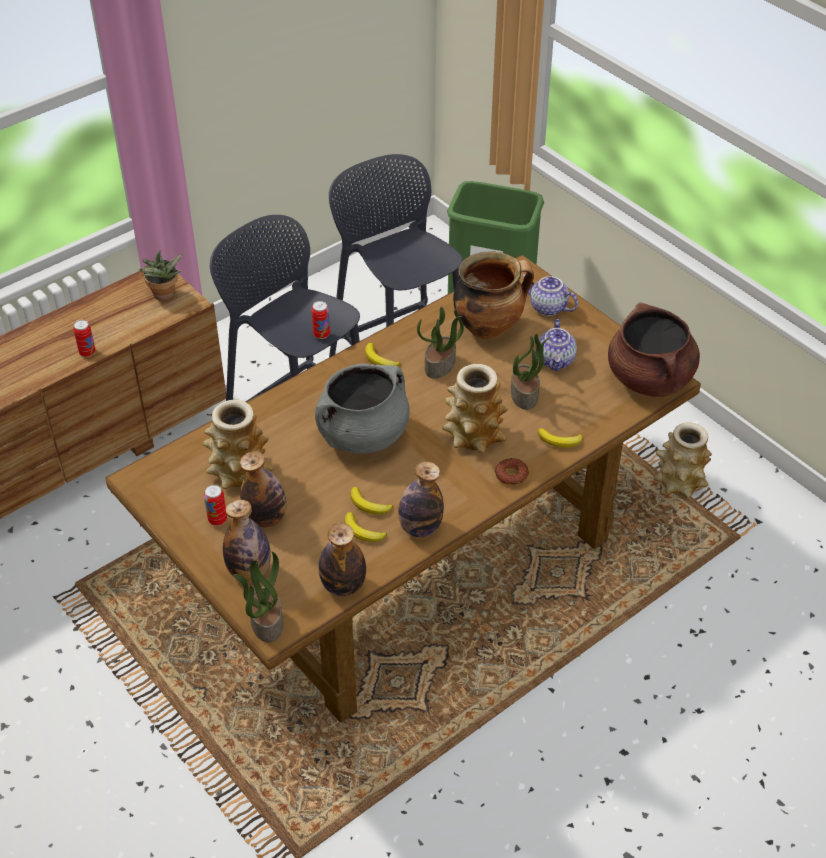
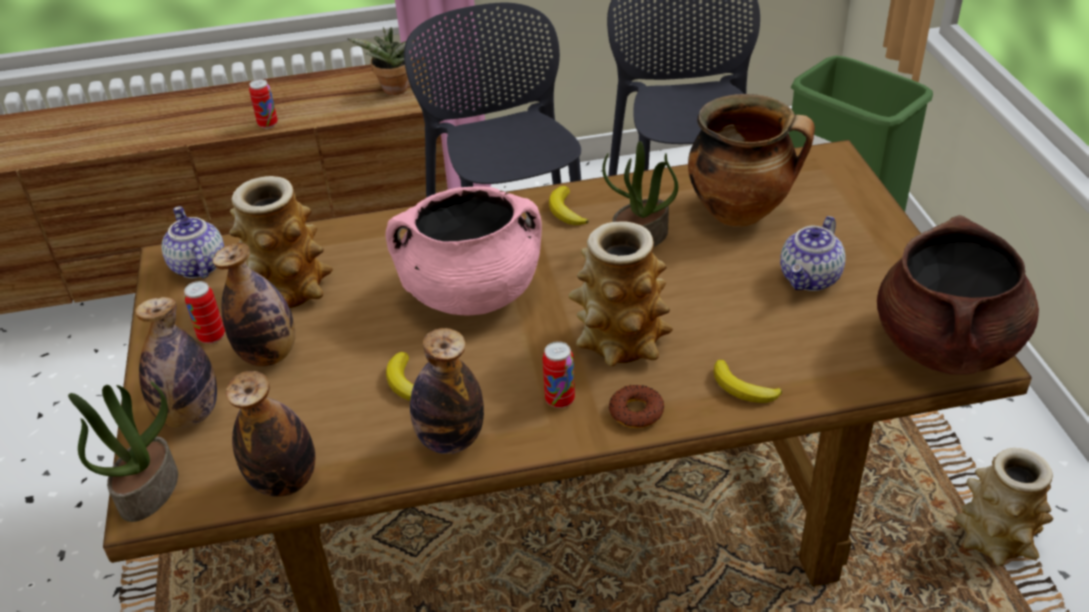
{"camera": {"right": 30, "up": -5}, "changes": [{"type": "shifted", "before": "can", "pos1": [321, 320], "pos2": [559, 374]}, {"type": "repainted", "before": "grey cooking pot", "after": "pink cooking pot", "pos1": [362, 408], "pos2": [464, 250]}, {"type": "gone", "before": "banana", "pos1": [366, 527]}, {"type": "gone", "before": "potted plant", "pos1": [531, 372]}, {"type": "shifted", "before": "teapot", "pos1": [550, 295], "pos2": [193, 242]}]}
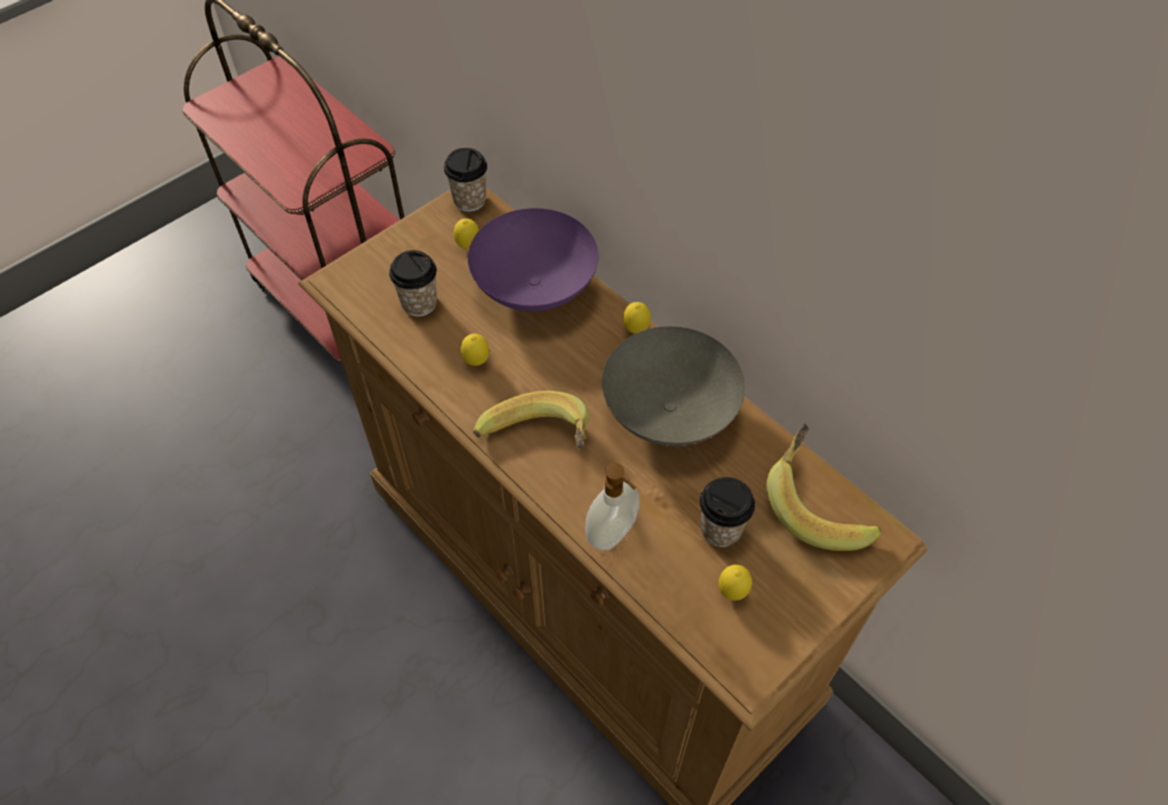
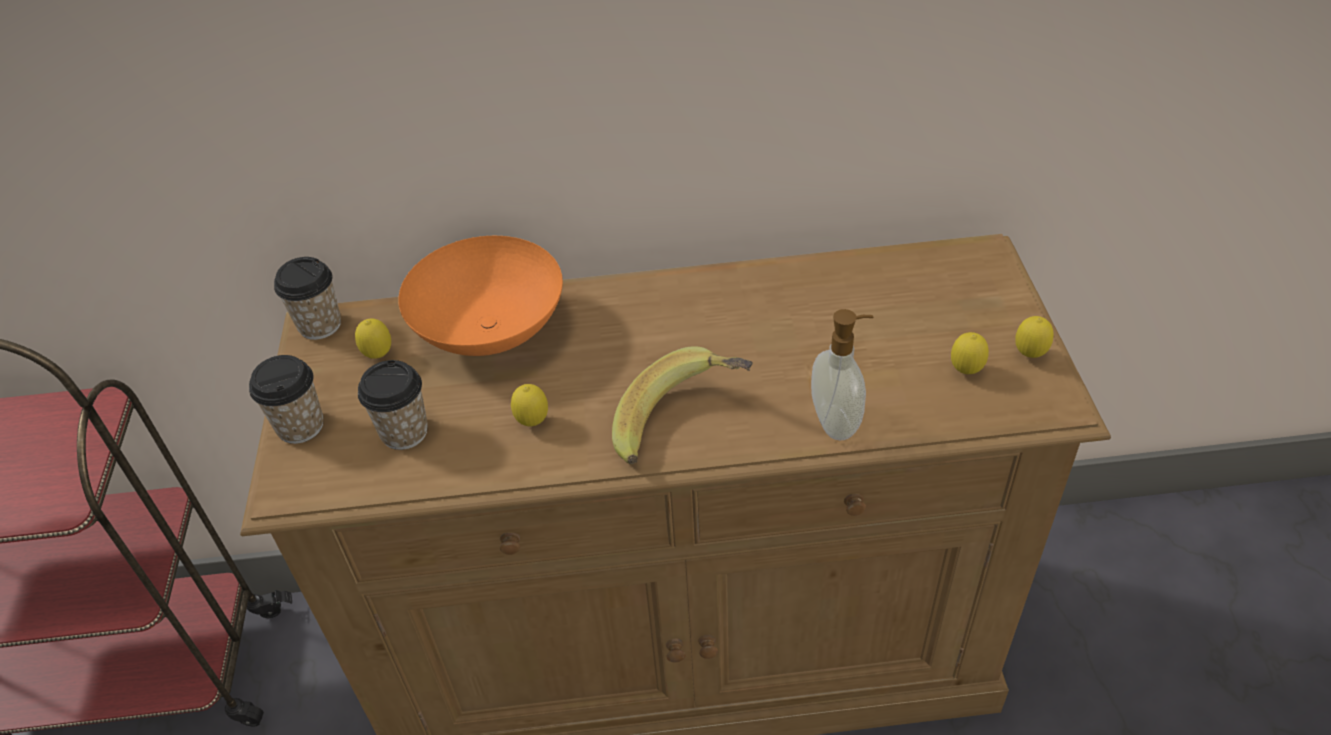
{"camera": {"right": -50, "up": -10}, "changes": [{"type": "repainted", "before": "purple bowl", "after": "orange bowl", "pos1": [533, 259], "pos2": [480, 296]}, {"type": "gone", "before": "grey bowl", "pos1": [673, 386]}, {"type": "shifted", "before": "lemon", "pos1": [637, 318], "pos2": [1034, 337]}, {"type": "shifted", "before": "cup", "pos1": [727, 512], "pos2": [286, 399]}, {"type": "gone", "before": "banana", "pos1": [824, 487]}]}
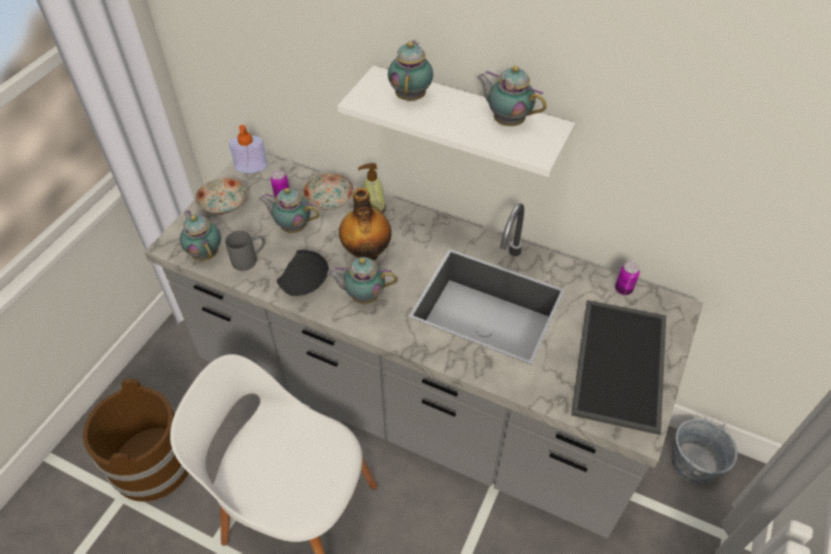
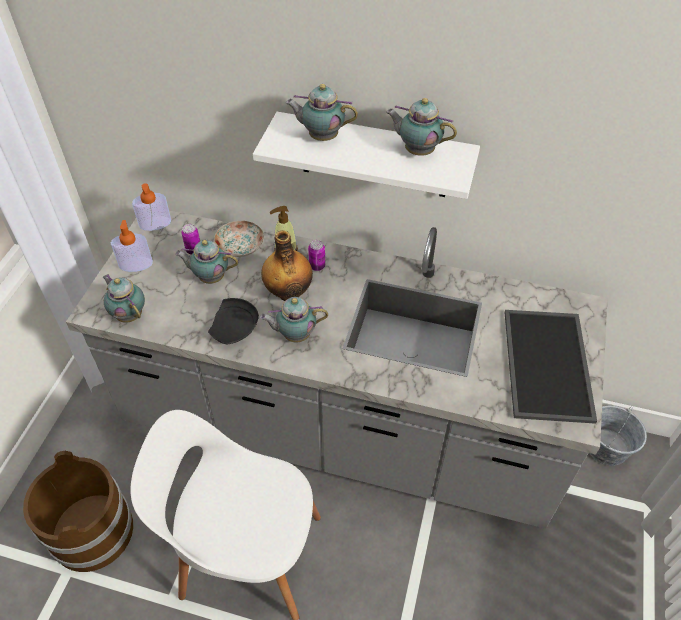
{"camera": {"right": -10, "up": 0}, "changes": [{"type": "swapped", "before": "plate", "after": "soap dispenser", "pos1": [221, 196], "pos2": [132, 246]}, {"type": "gone", "before": "grey mug", "pos1": [245, 250]}, {"type": "rotated", "before": "teapot", "pos1": [410, 70], "pos2": [322, 112], "turn": -75}, {"type": "shifted", "before": "can", "pos1": [627, 278], "pos2": [316, 255]}]}
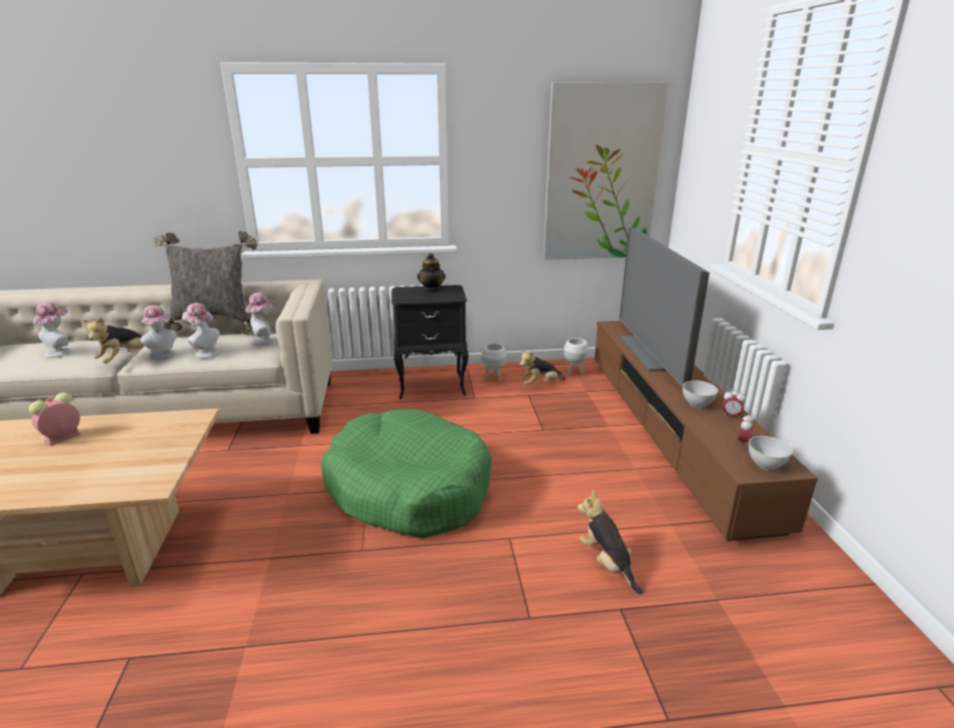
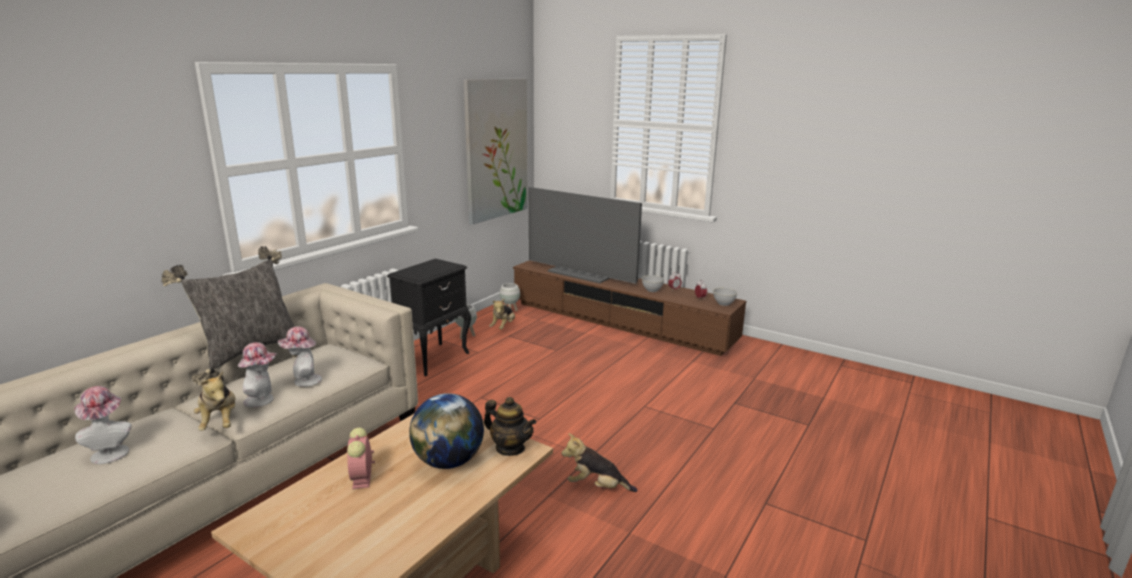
{"camera": {"right": -50, "up": -5}, "changes": [{"type": "gone", "before": "hat", "pos1": [260, 319]}, {"type": "gone", "before": "green dog bed", "pos1": [406, 473]}, {"type": "shifted", "before": "teapot", "pos1": [431, 272], "pos2": [510, 426]}, {"type": "shifted", "before": "plush toy", "pos1": [610, 542], "pos2": [599, 462]}, {"type": "new", "after": "globe", "pos2": [446, 431]}]}
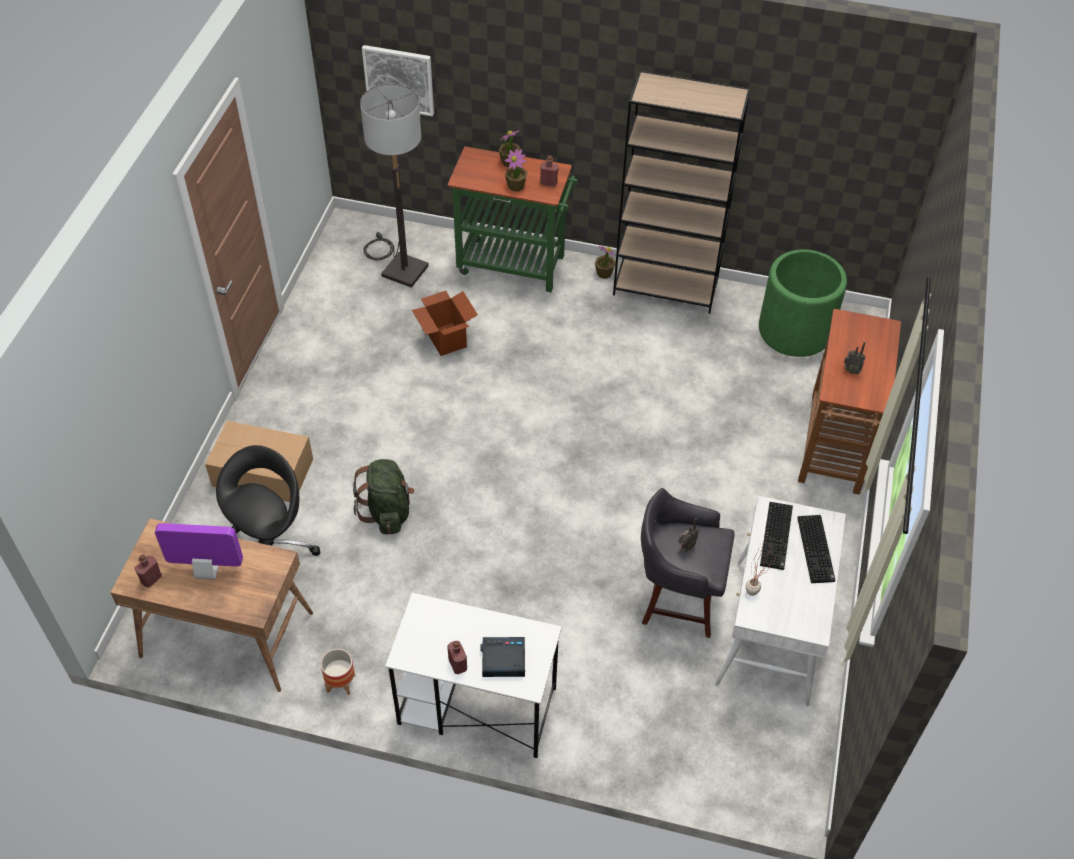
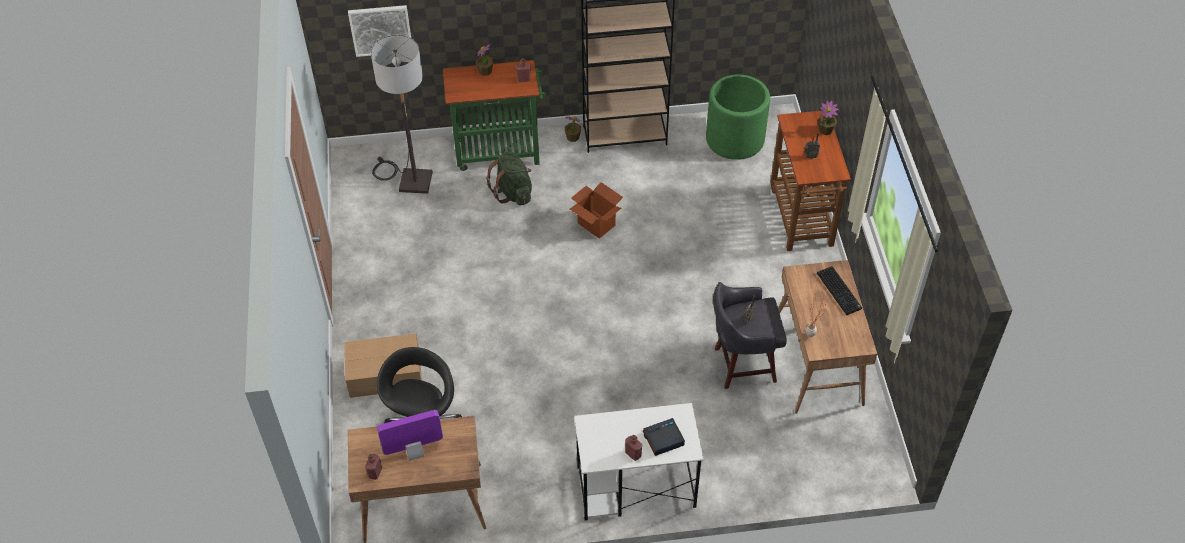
{"camera": {"right": -20, "up": 0}, "changes": [{"type": "gone", "before": "planter", "pos1": [338, 672]}, {"type": "shifted", "before": "green backpack", "pos1": [383, 497], "pos2": [509, 179]}, {"type": "shifted", "before": "cardboard box", "pos1": [445, 323], "pos2": [596, 210]}, {"type": "shifted", "before": "potted plant", "pos1": [516, 170], "pos2": [828, 118]}, {"type": "repainted", "before": "white desk", "after": "brown desk", "pos1": [780, 601], "pos2": [827, 337]}, {"type": "gone", "before": "keyboard", "pos1": [776, 536]}]}
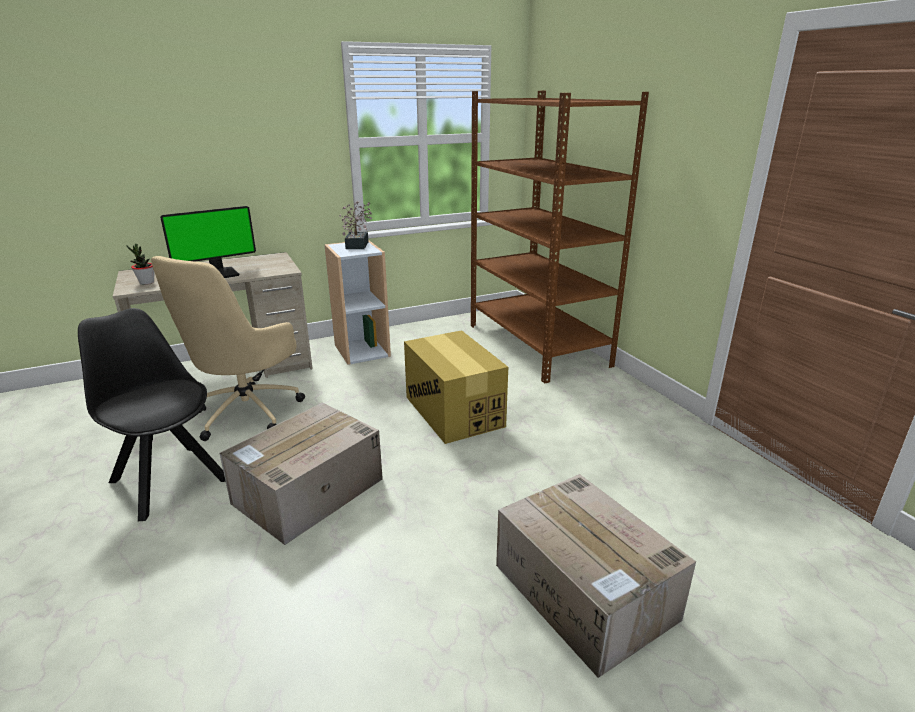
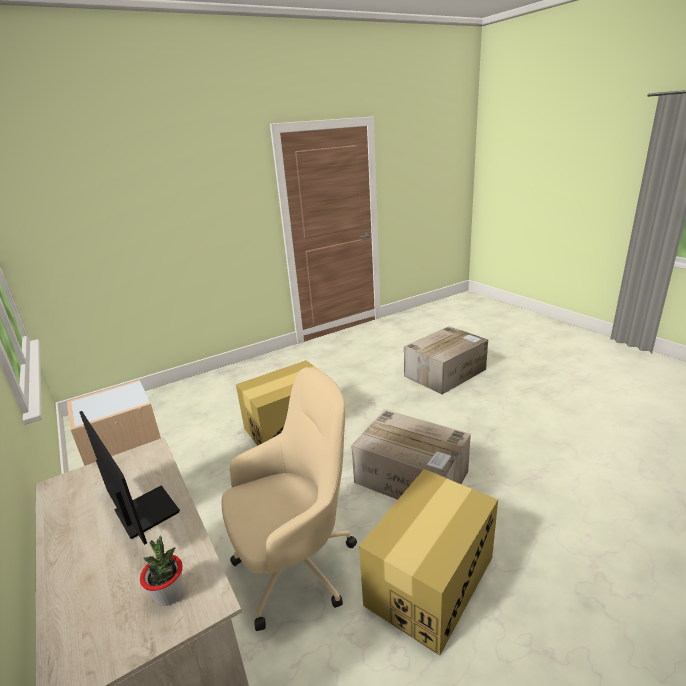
{"camera": {"right": -95, "up": 0}, "changes": [{"type": "swapped", "before": "black chair", "after": "cardboard box", "pos1": [152, 414], "pos2": [428, 562]}, {"type": "rotated", "before": "beige office chair", "pos1": [228, 348], "pos2": [289, 499], "turn": -45}, {"type": "gone", "before": "potted plant", "pos1": [356, 225]}, {"type": "gone", "before": "brown bookcase", "pos1": [560, 237]}]}
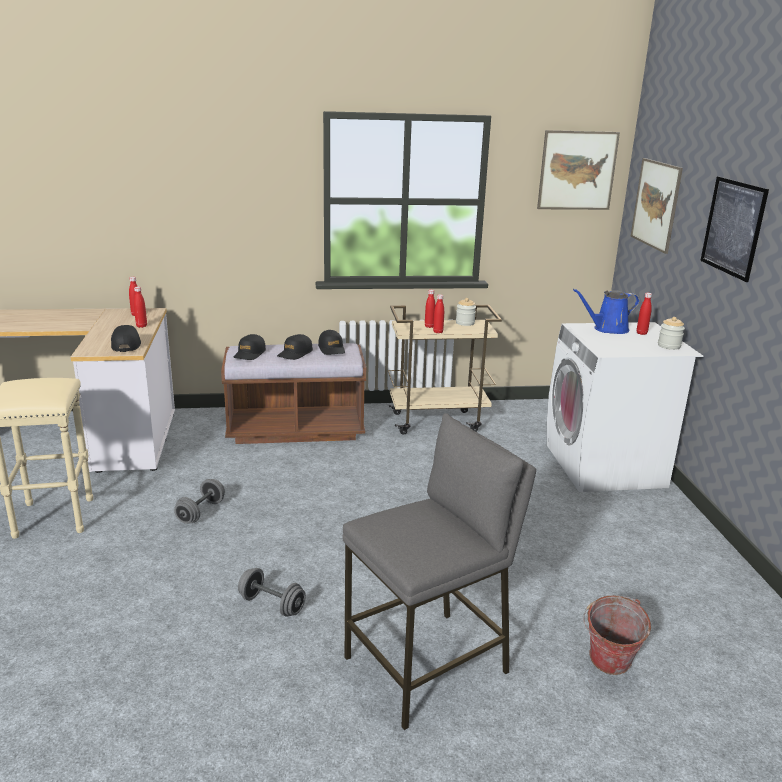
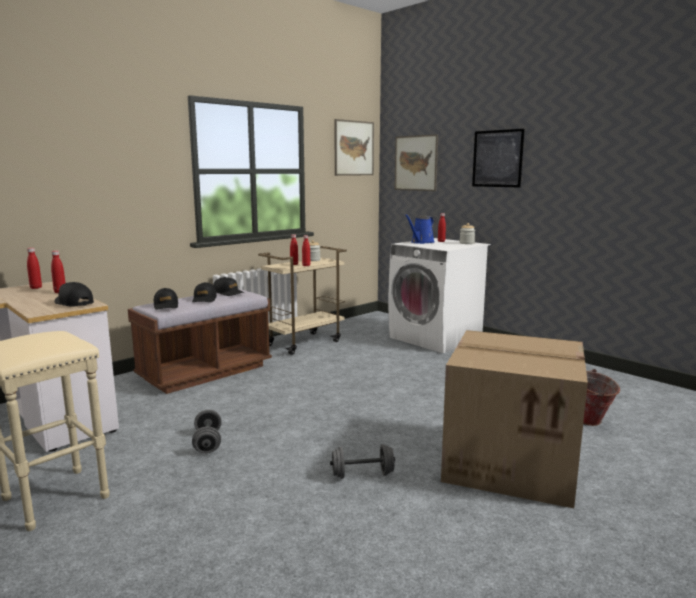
{"camera": {"right": -35, "up": -10}, "changes": [{"type": "swapped", "before": "grey stool", "after": "cardboard box", "pos1": [439, 571], "pos2": [514, 419]}]}
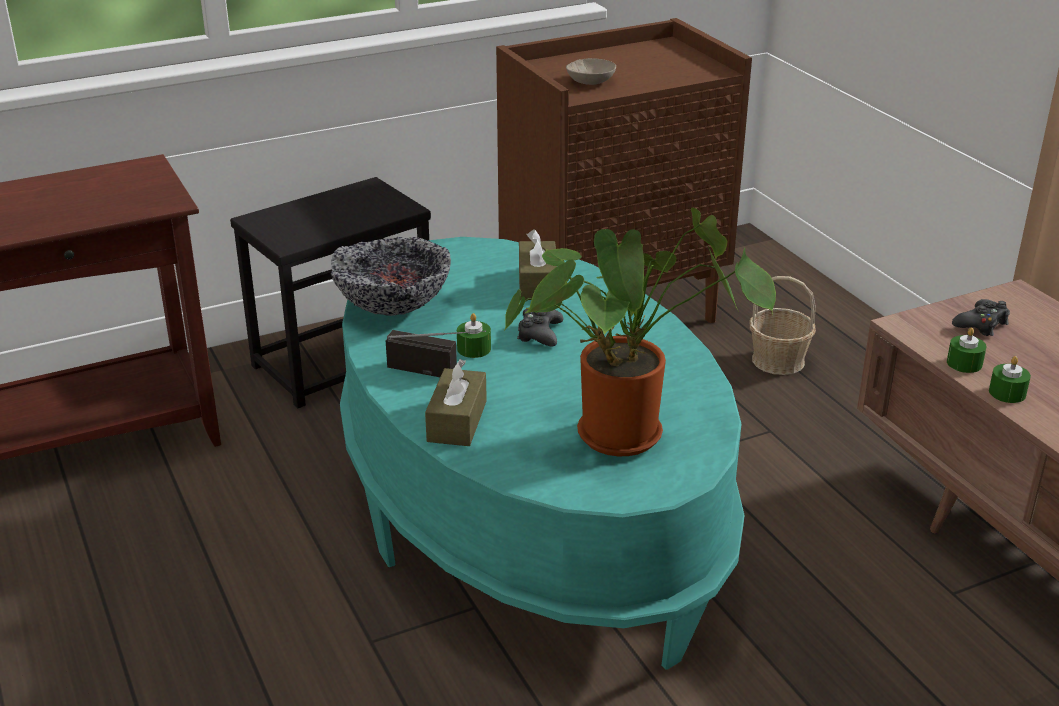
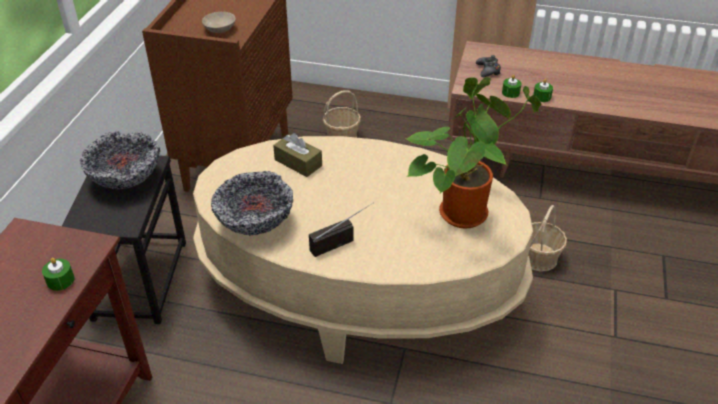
{"camera": {"right": -50, "up": 10}, "changes": [{"type": "repainted", "before": "turquoise coffee table", "after": "beige coffee table", "pos1": [542, 453], "pos2": [363, 250]}, {"type": "gone", "before": "brown tissue box", "pos1": [456, 402]}, {"type": "shifted", "before": "green candle", "pos1": [474, 335], "pos2": [58, 274]}, {"type": "gone", "before": "black game controller", "pos1": [540, 327]}, {"type": "new", "after": "bowl", "pos2": [120, 159]}, {"type": "new", "after": "basket", "pos2": [547, 238]}]}
